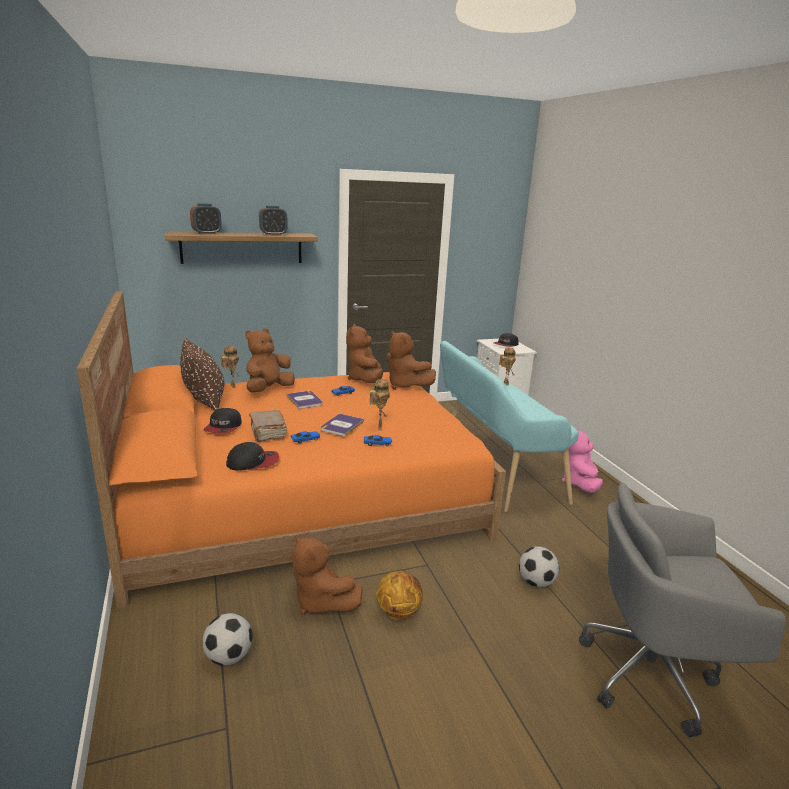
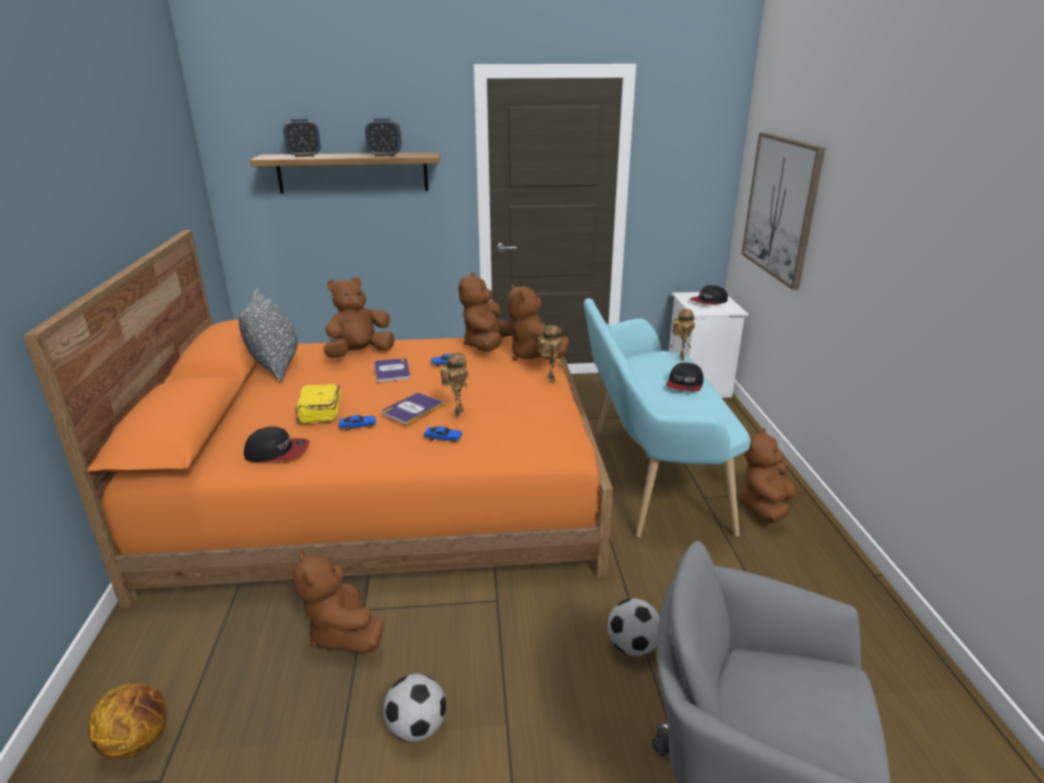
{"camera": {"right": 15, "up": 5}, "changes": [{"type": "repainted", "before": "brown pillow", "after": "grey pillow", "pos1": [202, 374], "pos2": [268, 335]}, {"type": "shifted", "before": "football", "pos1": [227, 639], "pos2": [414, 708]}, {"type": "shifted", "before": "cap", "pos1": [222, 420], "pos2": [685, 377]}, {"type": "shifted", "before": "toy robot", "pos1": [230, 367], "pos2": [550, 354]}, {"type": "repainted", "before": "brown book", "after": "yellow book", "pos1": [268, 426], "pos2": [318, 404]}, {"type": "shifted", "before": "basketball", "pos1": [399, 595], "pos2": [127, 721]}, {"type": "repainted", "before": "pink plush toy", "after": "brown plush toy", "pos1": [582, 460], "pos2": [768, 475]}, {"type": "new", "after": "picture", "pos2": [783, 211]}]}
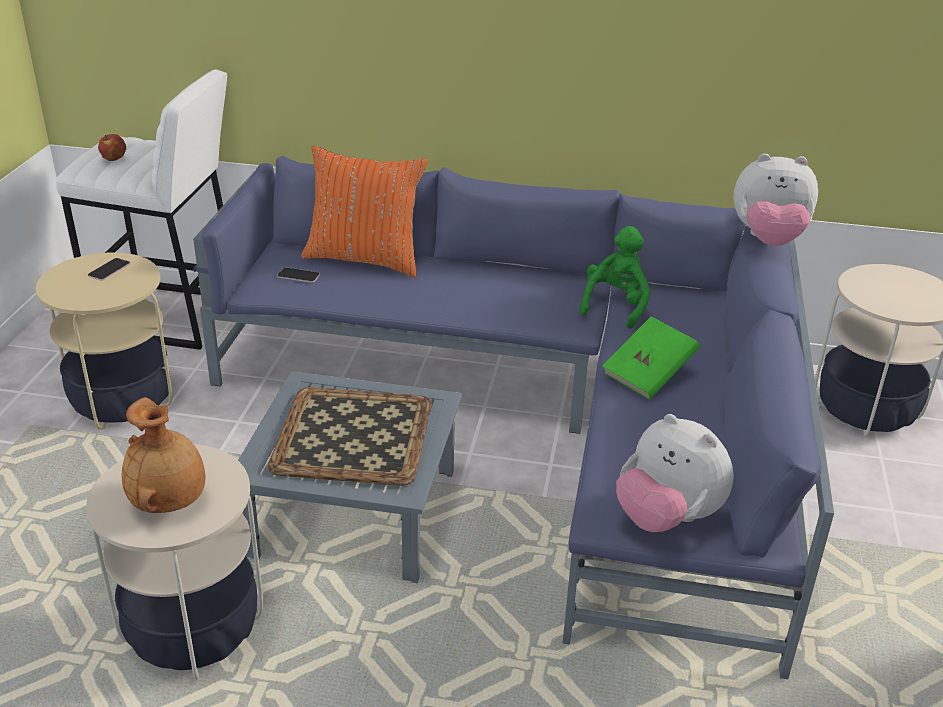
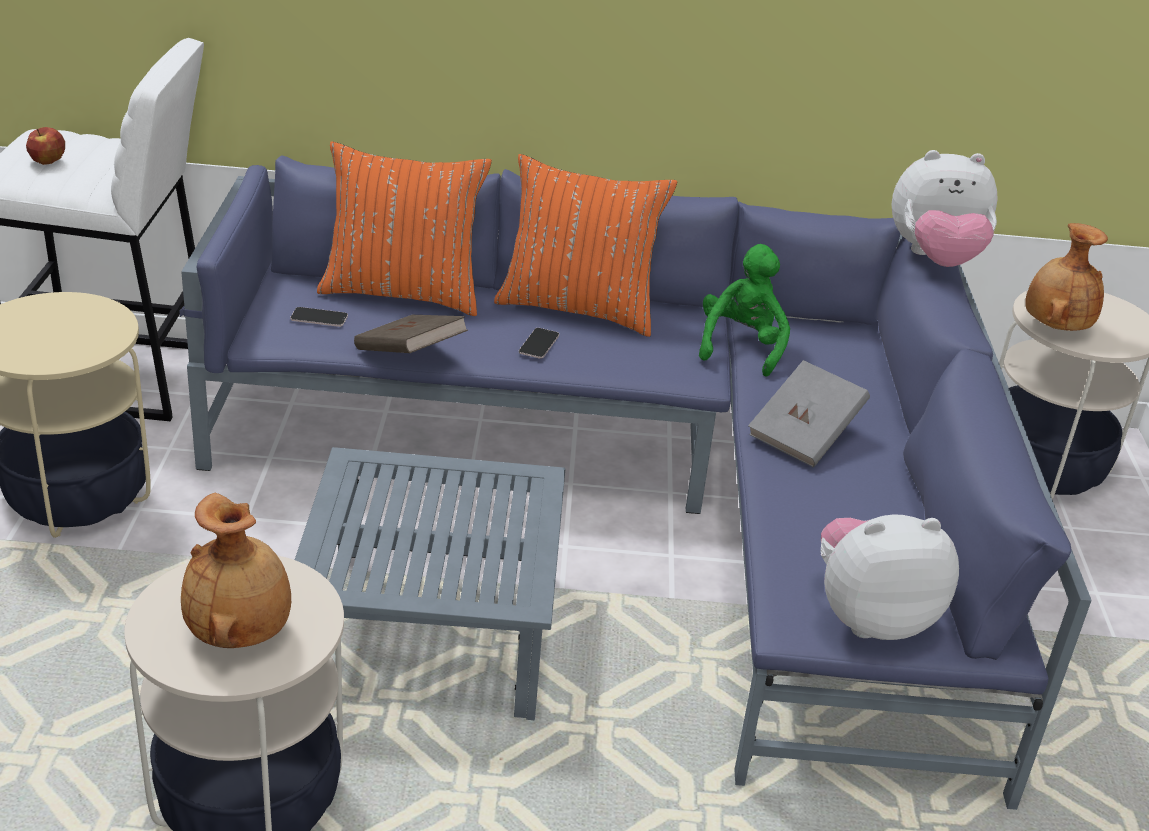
{"camera": {"right": -10, "up": 0}, "changes": [{"type": "shifted", "before": "phone", "pos1": [109, 269], "pos2": [539, 343]}, {"type": "gone", "before": "tray", "pos1": [350, 436]}, {"type": "repainted", "before": "green book", "after": "grey book", "pos1": [651, 358], "pos2": [809, 414]}, {"type": "rotated", "before": "plush toy", "pos1": [675, 473], "pos2": [890, 577], "turn": 135}, {"type": "new", "after": "brown book", "pos2": [411, 334]}, {"type": "new", "after": "orange pillow", "pos2": [585, 245]}, {"type": "new", "after": "brown vase", "pos2": [1066, 277]}]}
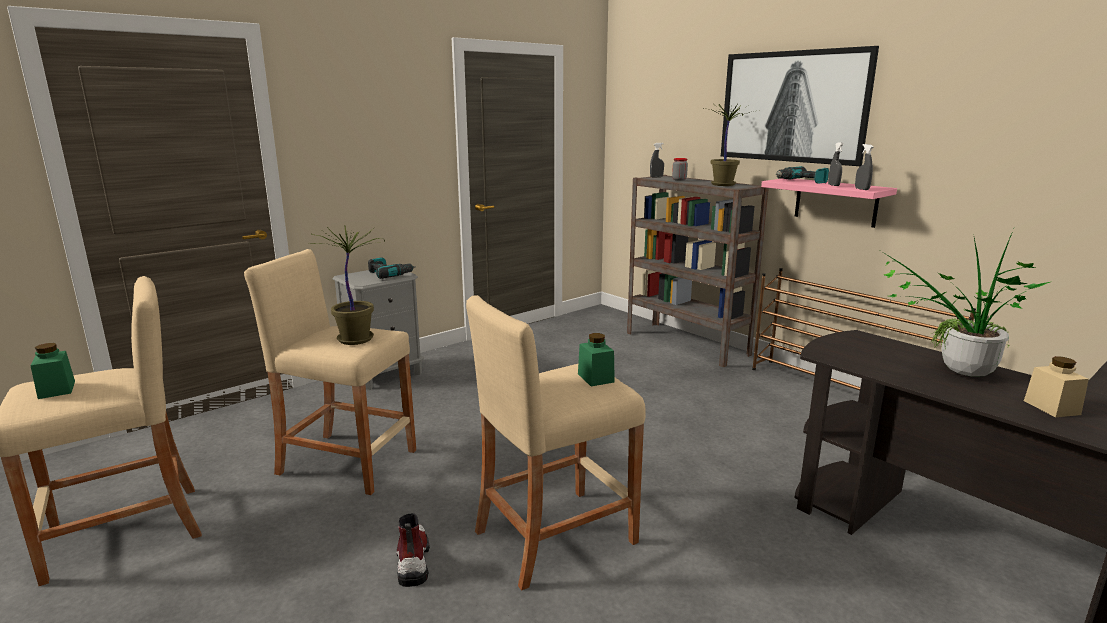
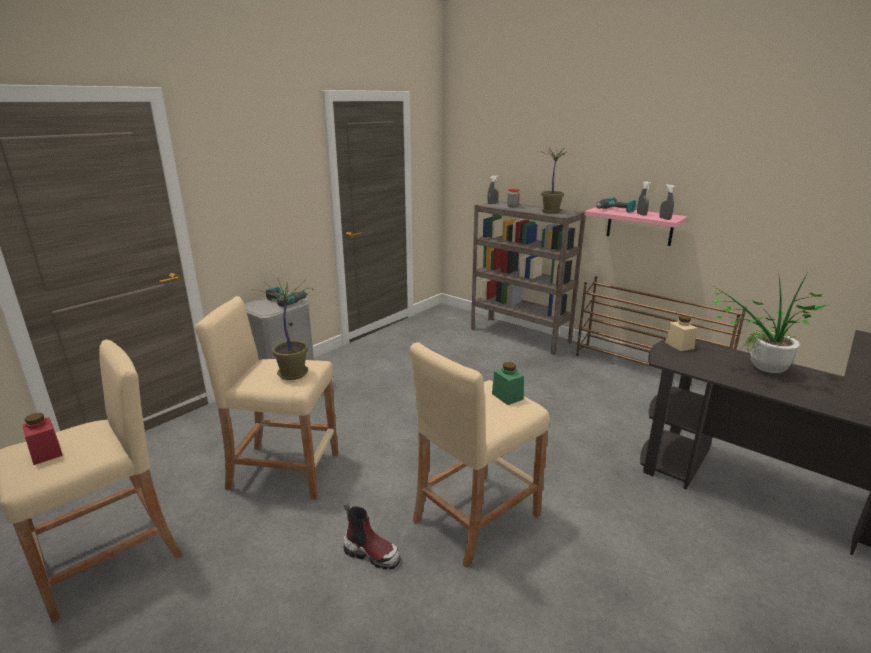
{"camera": {"right": -10, "up": 5}, "changes": [{"type": "repainted", "before": "green jar", "after": "red jar", "pos1": [52, 371], "pos2": [43, 439]}, {"type": "rotated", "before": "boot", "pos1": [413, 550], "pos2": [372, 536], "turn": 135}, {"type": "gone", "before": "picture", "pos1": [800, 106]}, {"type": "shifted", "before": "beige jar", "pos1": [1056, 386], "pos2": [681, 333]}]}
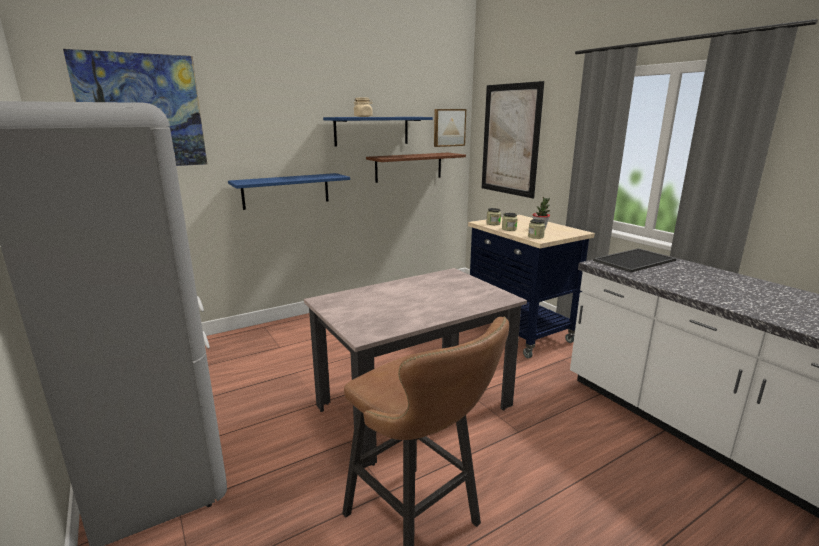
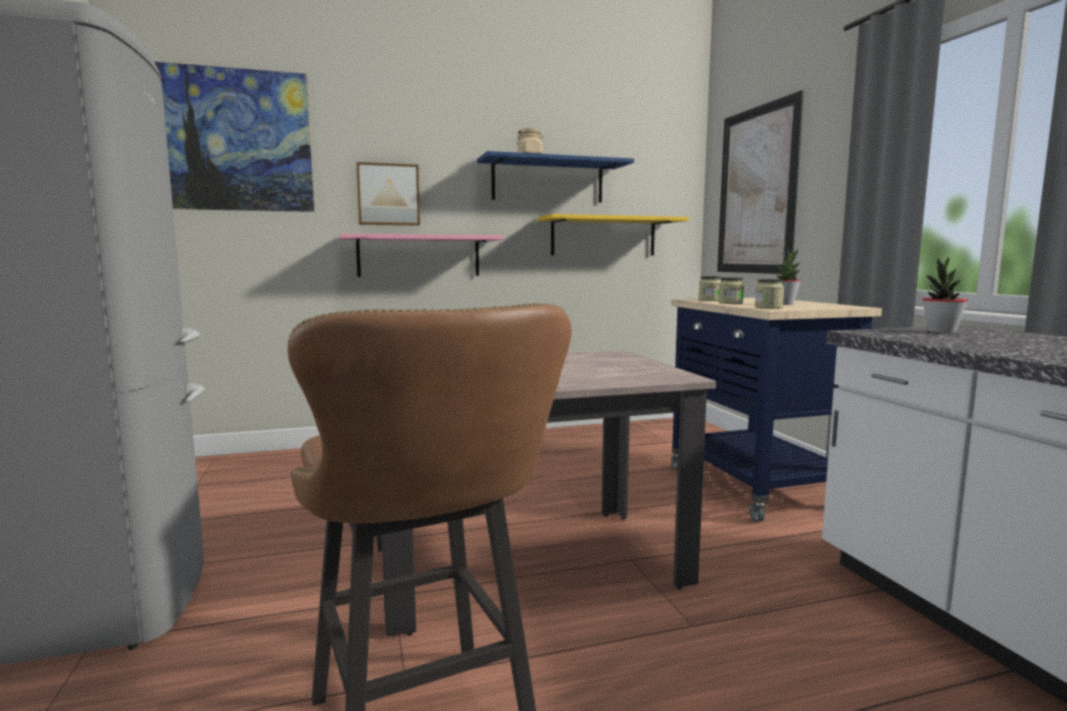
{"camera": {"right": 15, "up": -10}, "changes": [{"type": "repainted", "before": "blue shelf", "after": "pink shelf", "pos1": [289, 191], "pos2": [421, 255]}, {"type": "repainted", "before": "brown shelf", "after": "yellow shelf", "pos1": [416, 168], "pos2": [613, 234]}, {"type": "shifted", "before": "picture", "pos1": [450, 128], "pos2": [388, 194]}, {"type": "swapped", "before": "tray", "after": "potted plant", "pos1": [635, 260], "pos2": [945, 295]}]}
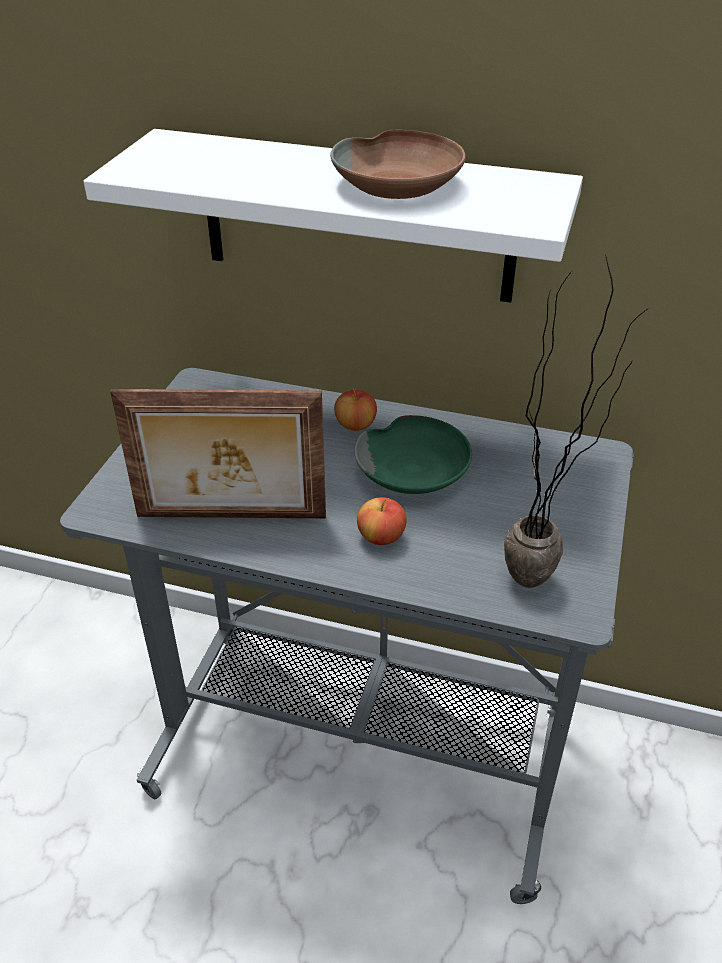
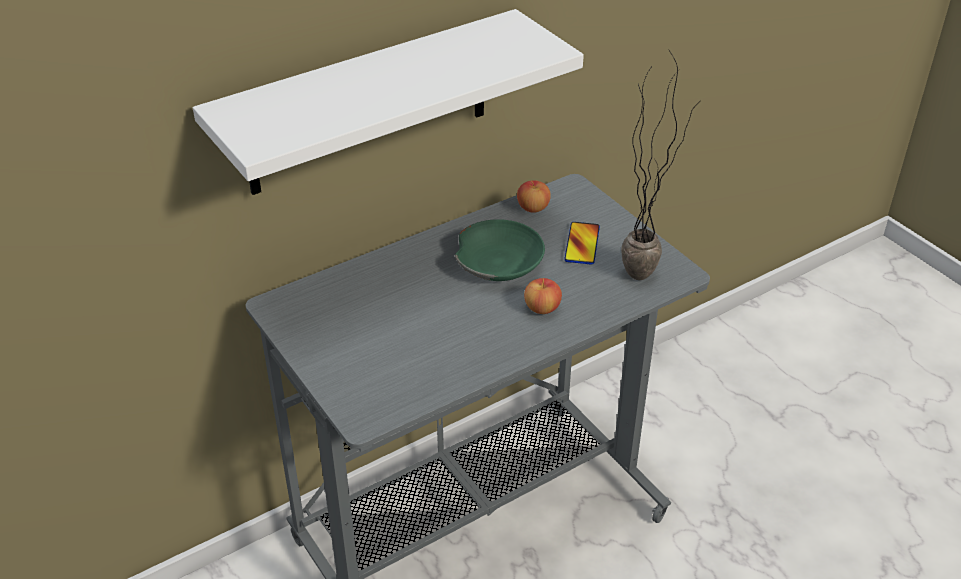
{"camera": {"right": -50, "up": 0}, "changes": [{"type": "gone", "before": "picture frame", "pos1": [218, 453]}, {"type": "gone", "before": "brown bowl", "pos1": [398, 164]}, {"type": "shifted", "before": "apple", "pos1": [355, 410], "pos2": [534, 196]}, {"type": "new", "after": "phone", "pos2": [582, 243]}]}
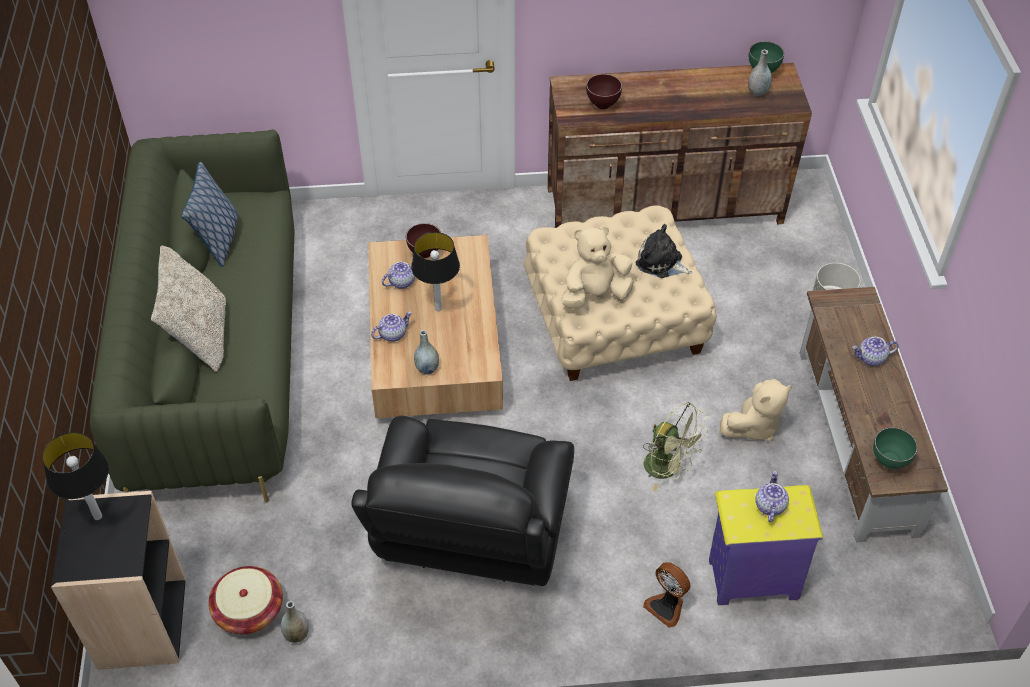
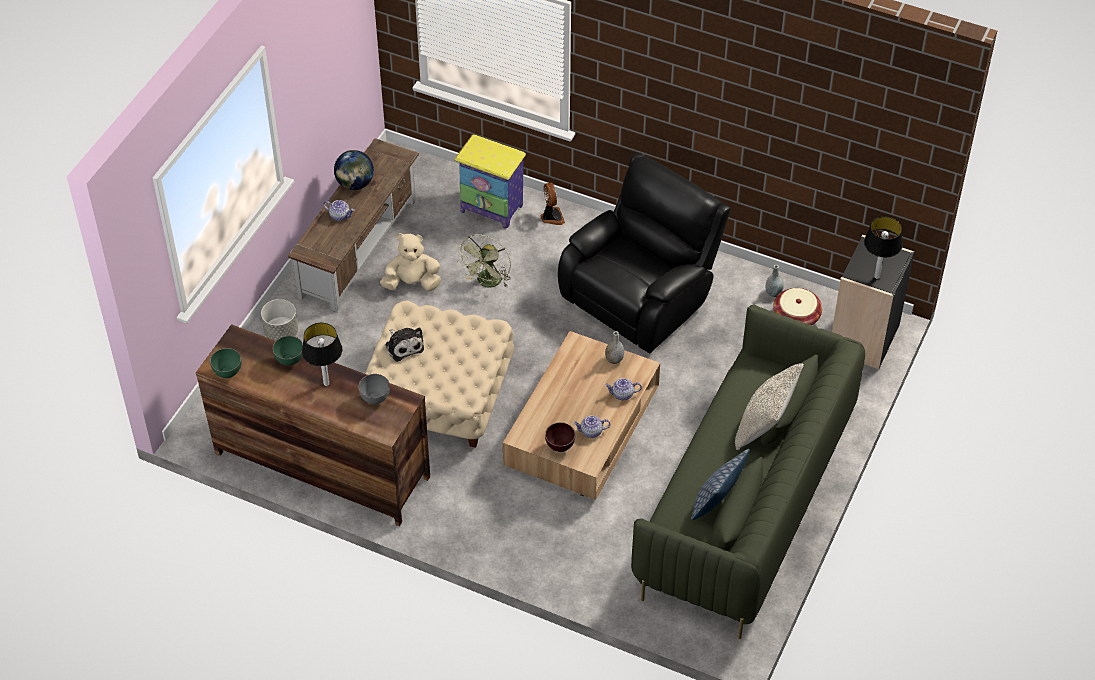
{"camera": {"right": -150, "up": 0}, "changes": [{"type": "shifted", "before": "table lamp", "pos1": [435, 271], "pos2": [322, 354]}, {"type": "gone", "before": "beige plush toy", "pos1": [597, 267]}, {"type": "repainted", "before": "brown bowl", "after": "grey bowl", "pos1": [604, 91], "pos2": [374, 389]}, {"type": "rotated", "before": "green fan", "pos1": [675, 446], "pos2": [484, 261], "turn": -135}, {"type": "gone", "before": "grey vase", "pos1": [760, 73]}, {"type": "gone", "before": "teapot", "pos1": [772, 496]}, {"type": "shifted", "before": "green bowl", "pos1": [895, 448], "pos2": [287, 351]}, {"type": "new", "after": "globe", "pos2": [354, 170]}]}
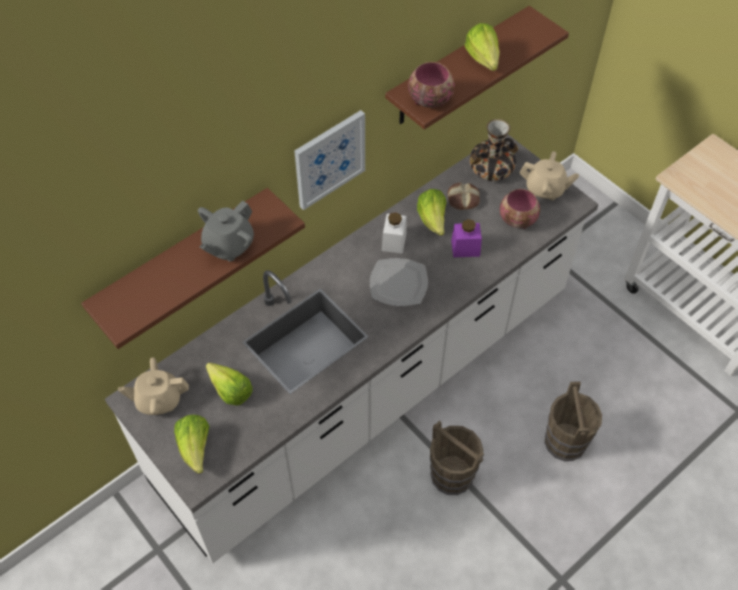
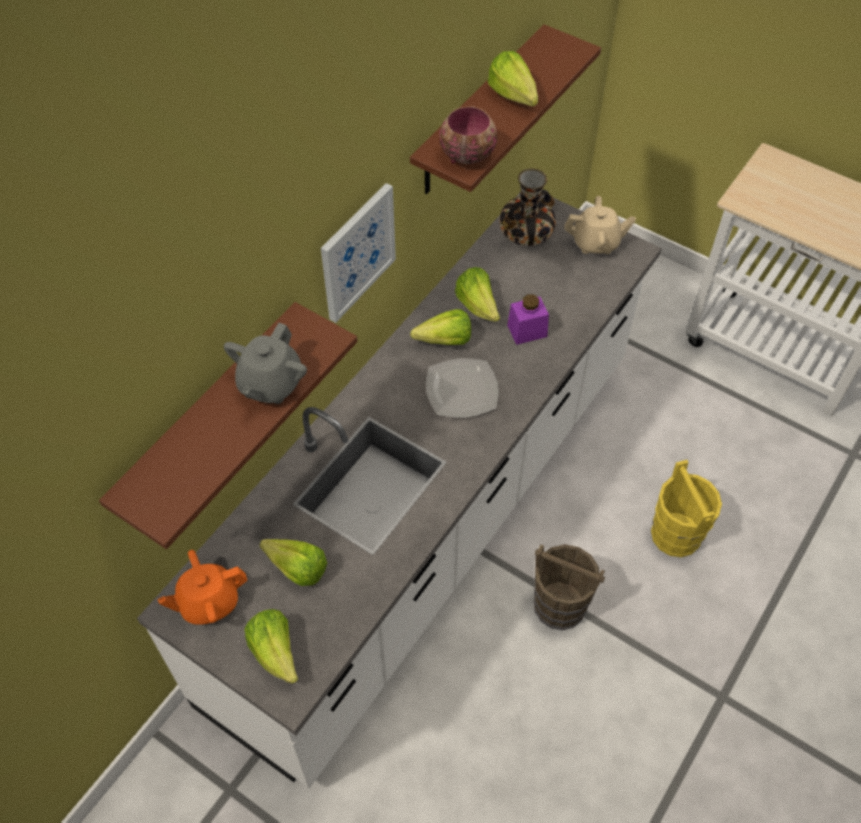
{"camera": {"right": -15, "up": 0}, "changes": [{"type": "repainted", "before": "beige teapot", "after": "orange teapot", "pos1": [153, 386], "pos2": [203, 587]}, {"type": "swapped", "before": "white jar", "after": "lettuce", "pos1": [394, 233], "pos2": [440, 327]}, {"type": "gone", "before": "bread", "pos1": [464, 196]}, {"type": "gone", "before": "bowl", "pos1": [519, 209]}, {"type": "repainted", "before": "brown bucket", "after": "yellow bucket", "pos1": [573, 421], "pos2": [686, 508]}]}
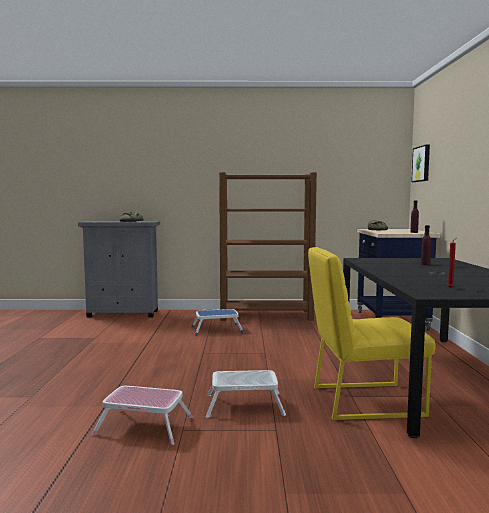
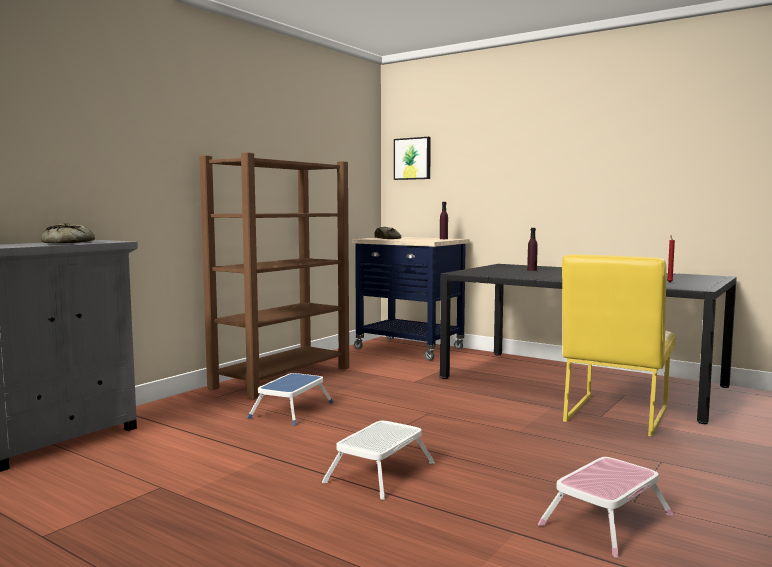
{"camera": {"right": -55, "up": 0}, "changes": [{"type": "shifted", "before": "white step ladder", "pos1": [246, 394], "pos2": [378, 460]}]}
